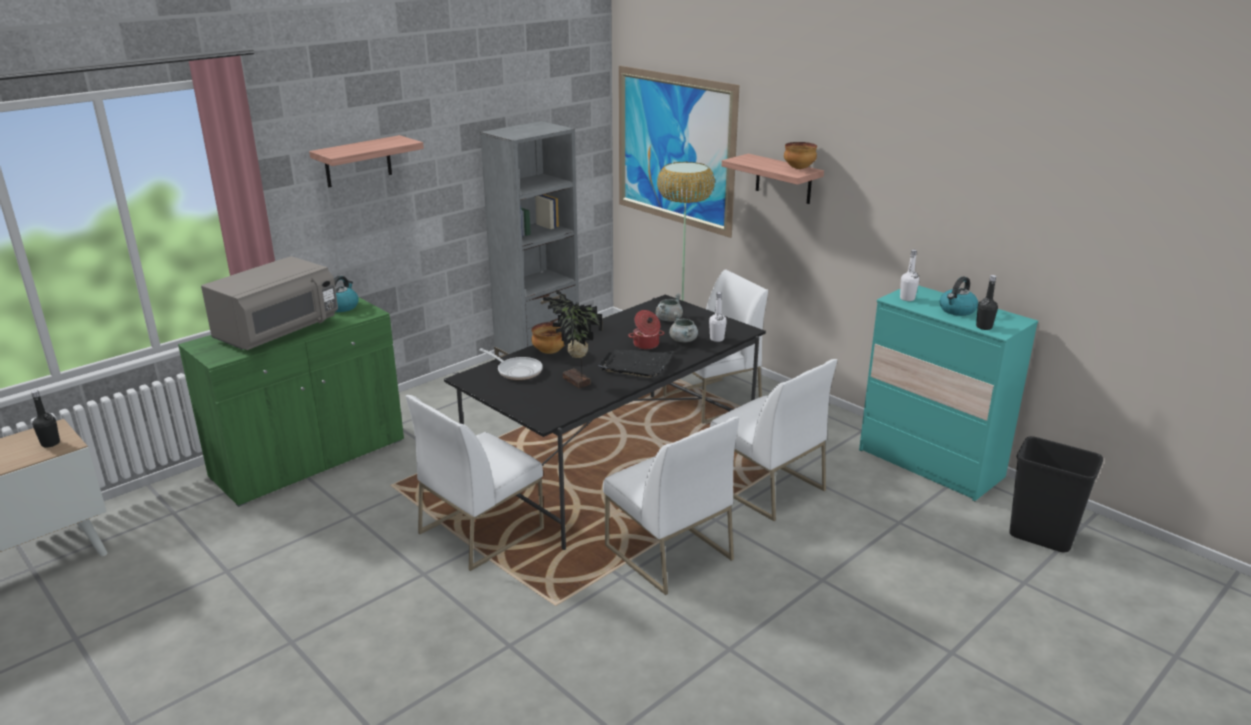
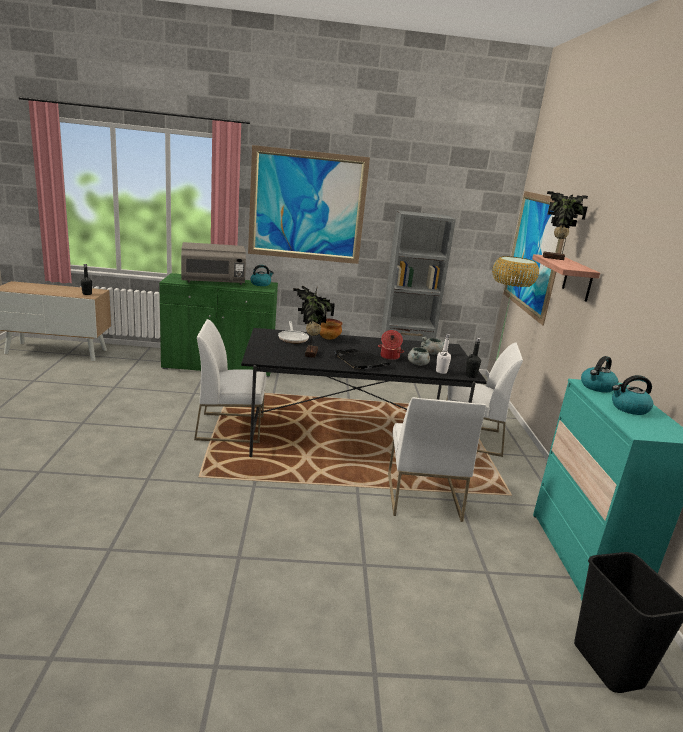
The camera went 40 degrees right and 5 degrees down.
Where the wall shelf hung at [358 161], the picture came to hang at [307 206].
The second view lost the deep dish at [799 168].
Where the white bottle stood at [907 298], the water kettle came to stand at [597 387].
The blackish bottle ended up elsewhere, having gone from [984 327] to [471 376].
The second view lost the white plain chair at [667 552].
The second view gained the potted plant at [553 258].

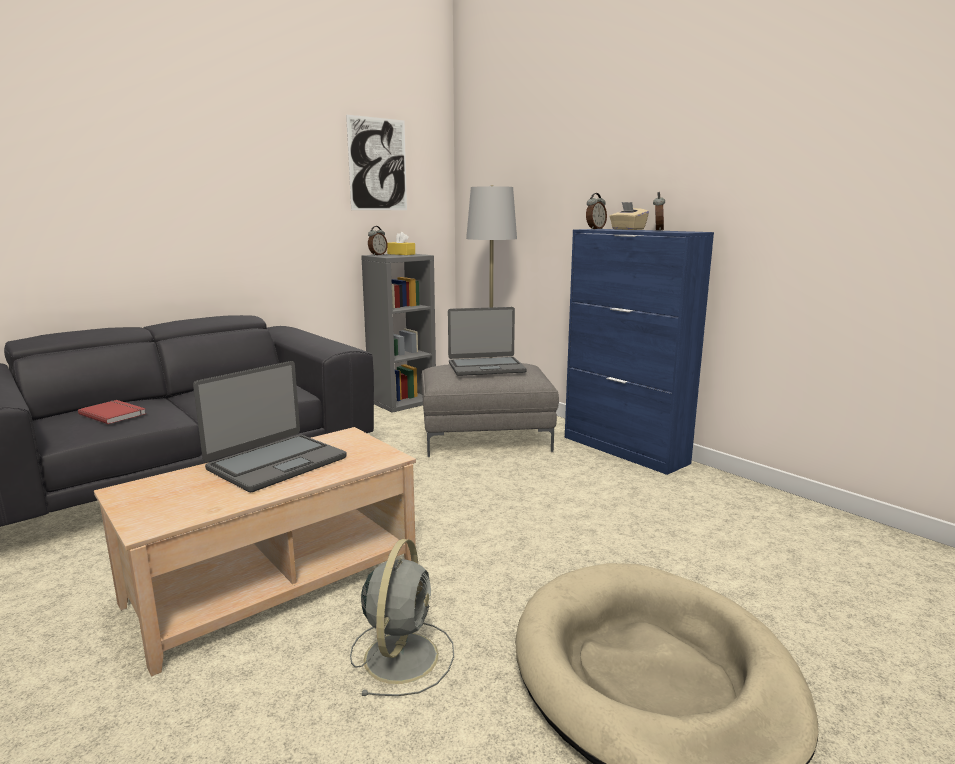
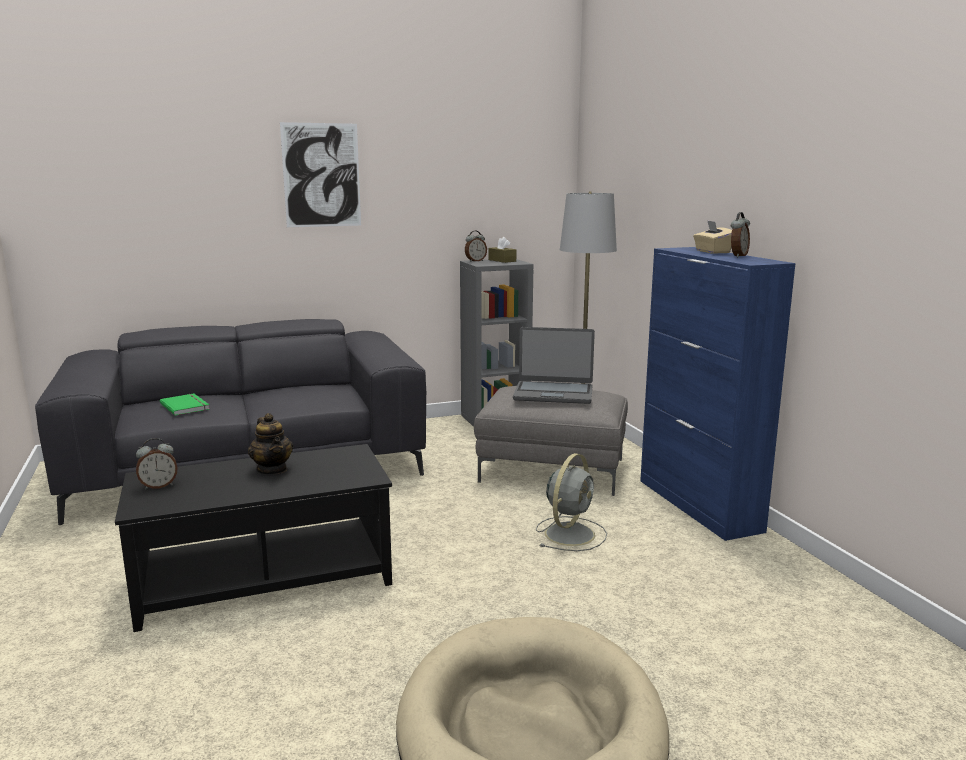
The camera went 20 degrees right and 0 degrees up.
The picture ended up elsewhere, having gone from [378 164] to [321 175].
The table clock ended up elsewhere, having gone from [595 229] to [159 486].
What was the yellow tissue holder at [401 254] turned into the brown tissue holder at [502 260].
Where the laptop stood at [276 463], the teapot came to stand at [272 469].
What was the red volume at [114 414] turned into the green volume at [186 406].
What was the beige coffee table at [274 581] turned into the blackish coffee table at [265 576].
The gray electric fan ended up elsewhere, having gone from [402 655] to [570 533].

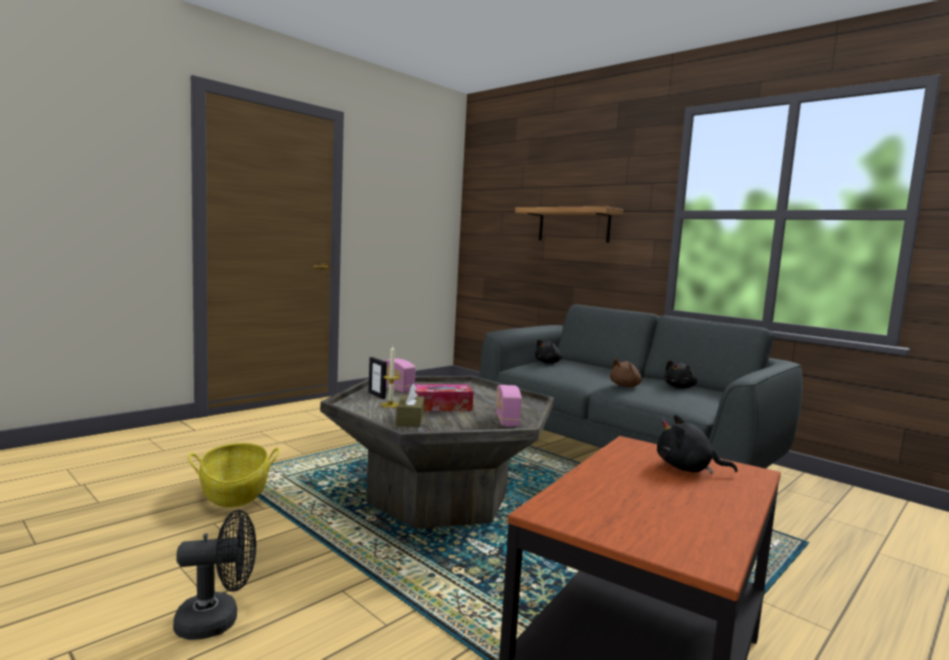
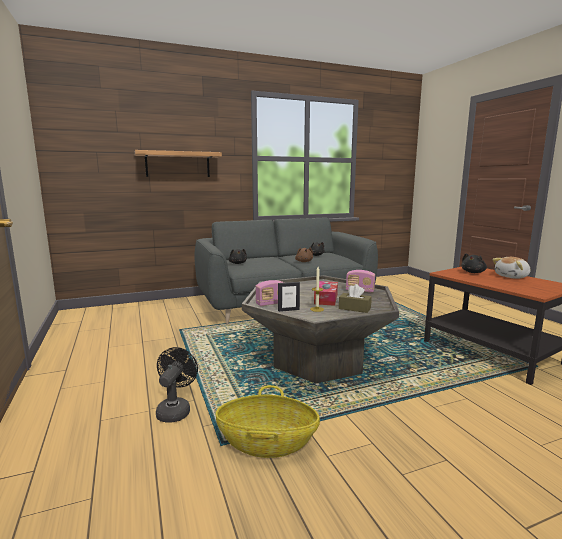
The camera went 65 degrees left and 5 degrees up.
The blackish electric fan ended up elsewhere, having gone from [218 620] to [175 410].
The second view gained the soft toy at [512 277].

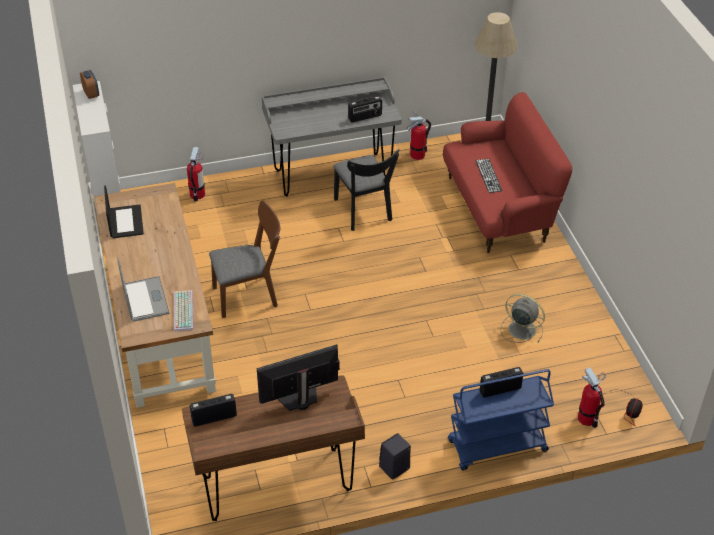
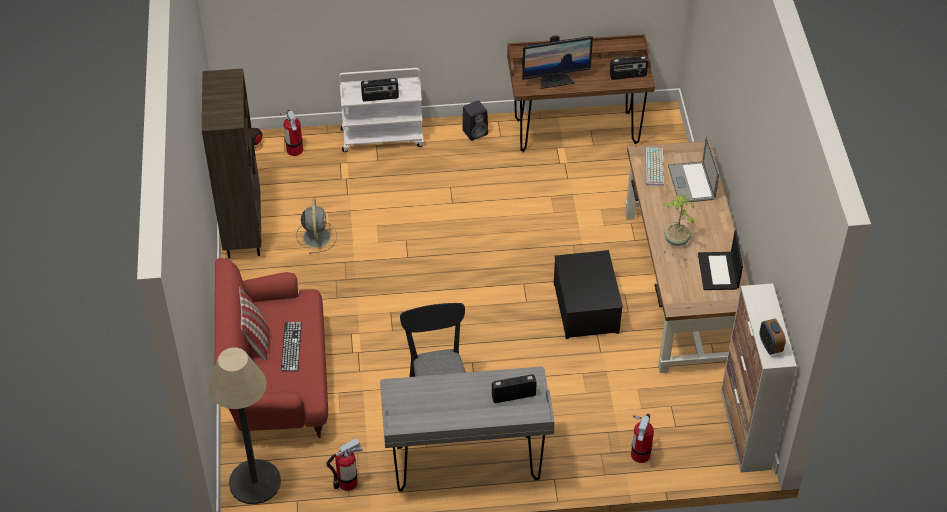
The camera went 170 degrees left and 5 degrees up.
The radio receiver ended up elsewhere, having gone from [365 117] to [513 395].
Where the brown plain chair stood at [250 295], the storage container came to stand at [585 307].
The gray electric fan at [521 329] ended up facing another way, 135 degrees counterclockwise from before.
What was the blue trolley at [496 447] turned into the white trolley at [383 137].
The second view gained the brown bookcase at [242 232].
The second view gained the potted plant at [676 240].
The second view gained the throw pillow at [256 339].

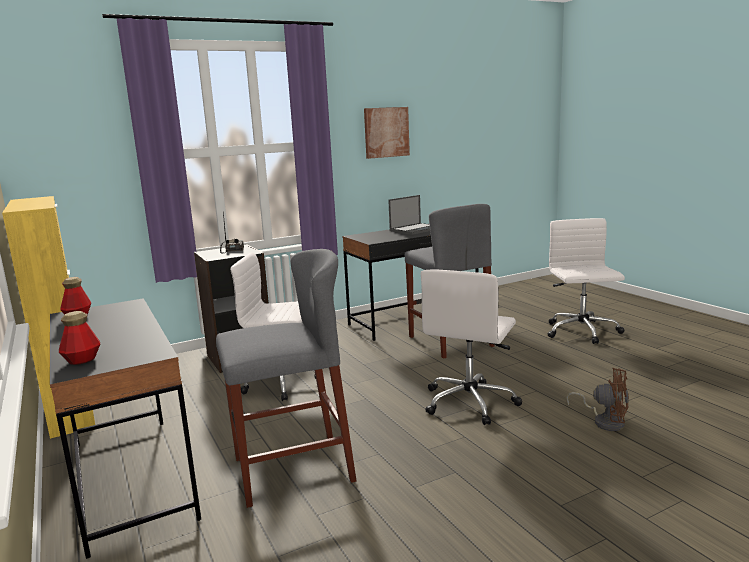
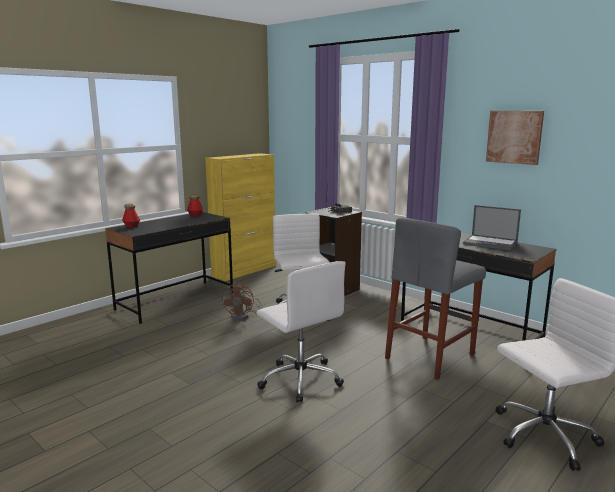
The camera went 70 degrees right and 0 degrees up.
The second view lost the gray stool at [293 469].
The white desk chair at [470 402] ended up facing another way, 135 degrees counterclockwise from before.
The brown electric fan ended up elsewhere, having gone from [605 421] to [243 316].

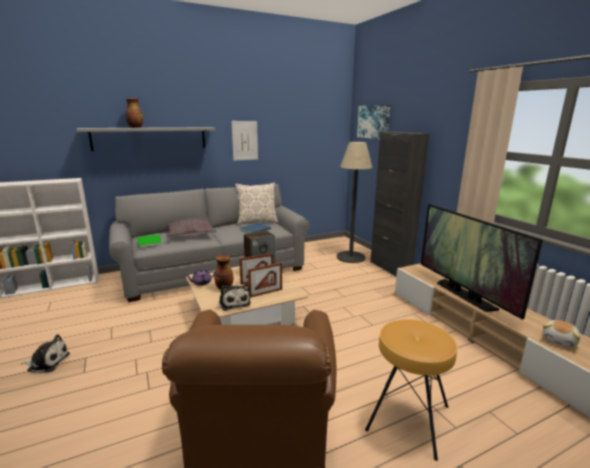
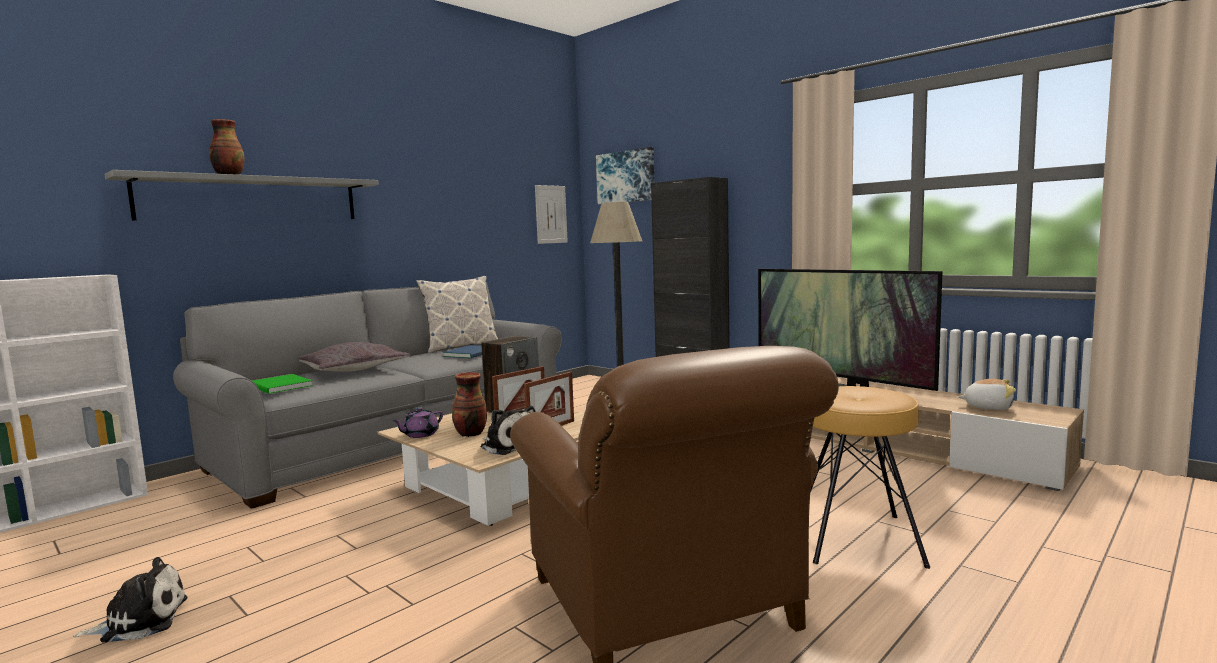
The camera went 20 degrees left and 10 degrees down.
The picture ended up elsewhere, having gone from [245 140] to [551 214].
The soft toy at [560 340] ended up facing another way, 90 degrees counterclockwise from before.

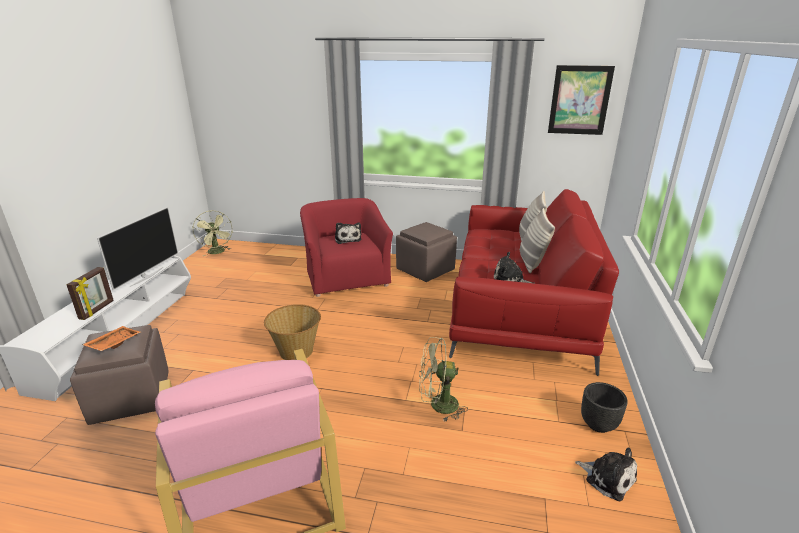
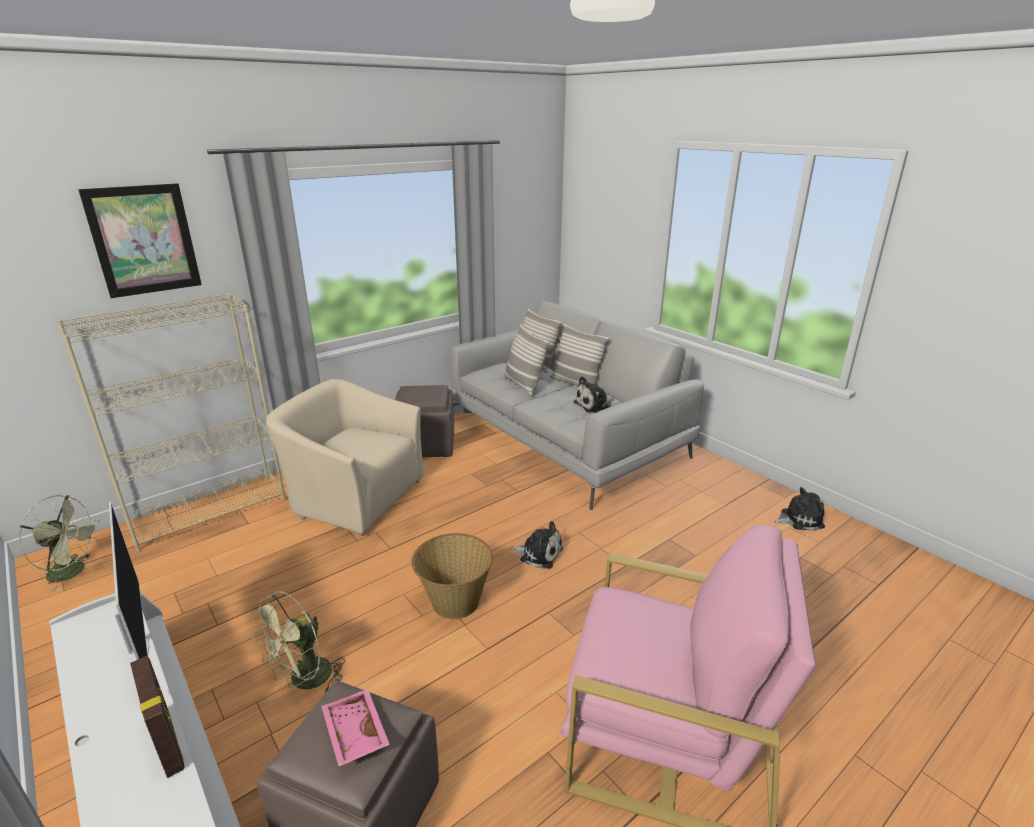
The camera went 50 degrees left and 0 degrees up.
The picture ended up elsewhere, having gone from [579 100] to [144 240].
What was the red settee at [518 309] turned into the gray settee at [565 439].
What was the red lounge chair at [346 277] turned into the beige lounge chair at [355 497].
The soft toy ended up elsewhere, having gone from [347 239] to [538 553].
What was the orange-coloured serving tray at [113 343] turned into the pink serving tray at [353 734].
The green electric fan ended up elsewhere, having gone from [438 405] to [304 681].
The second view lost the blackish flower pot at [599 425].
The second view gained the beige bookcase at [210 511].
The second view gained the throw pillow at [523 385].

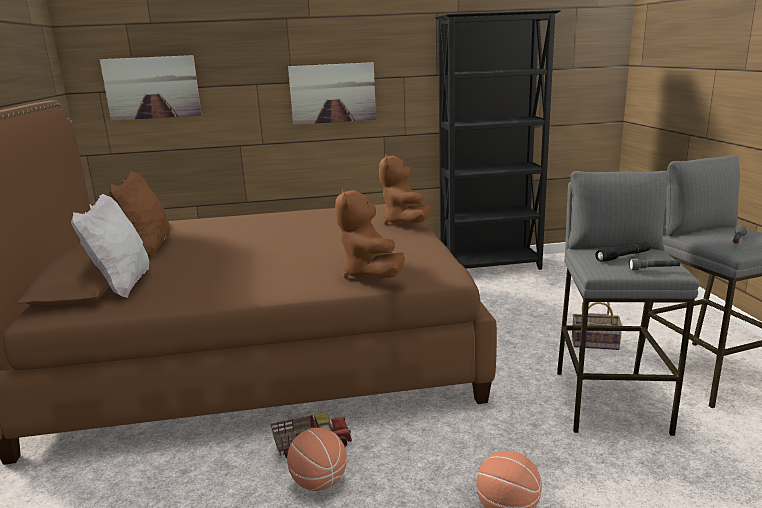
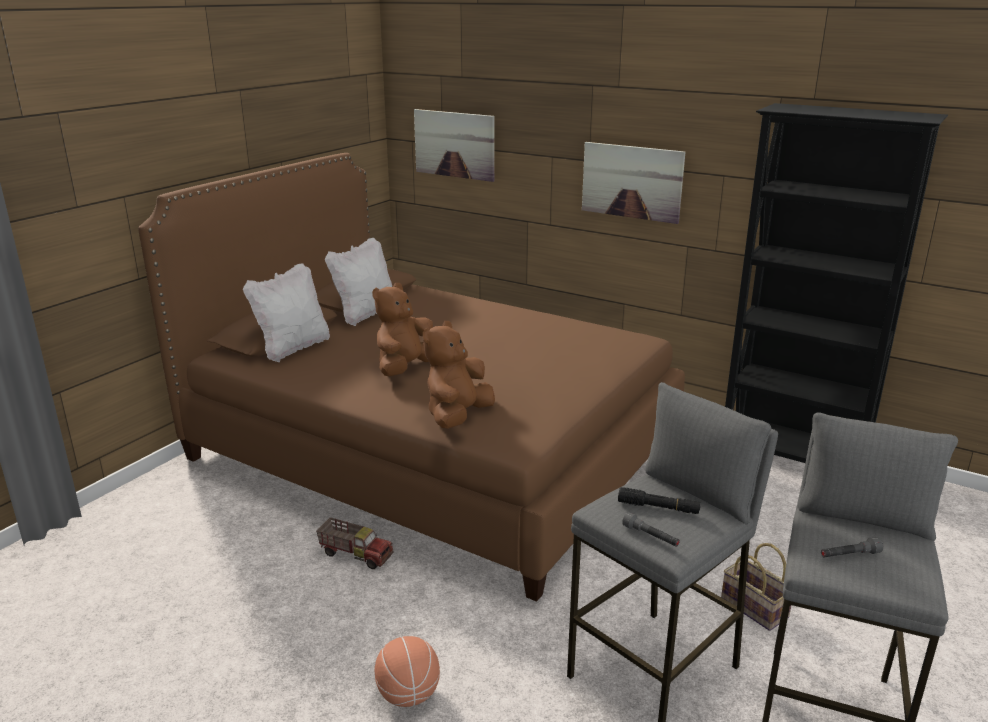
The camera went 40 degrees right and 5 degrees up.
The brown soft toy ended up elsewhere, having gone from [405 222] to [405 369].
What was the brown throw pillow at [148 247] turned into the white throw pillow at [365 315].
The second view lost the ball for basketball at [319 482].

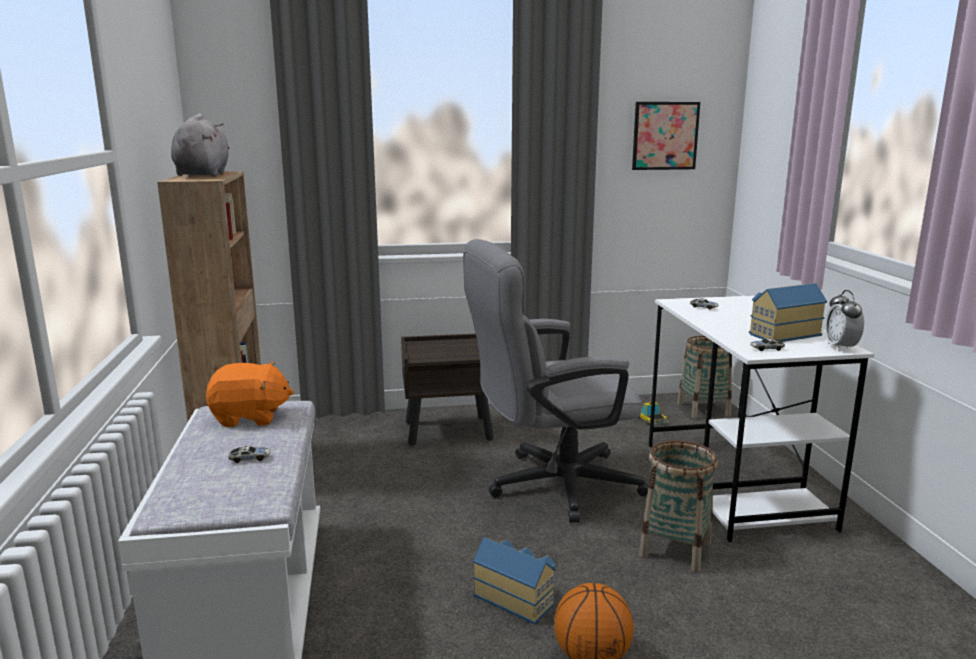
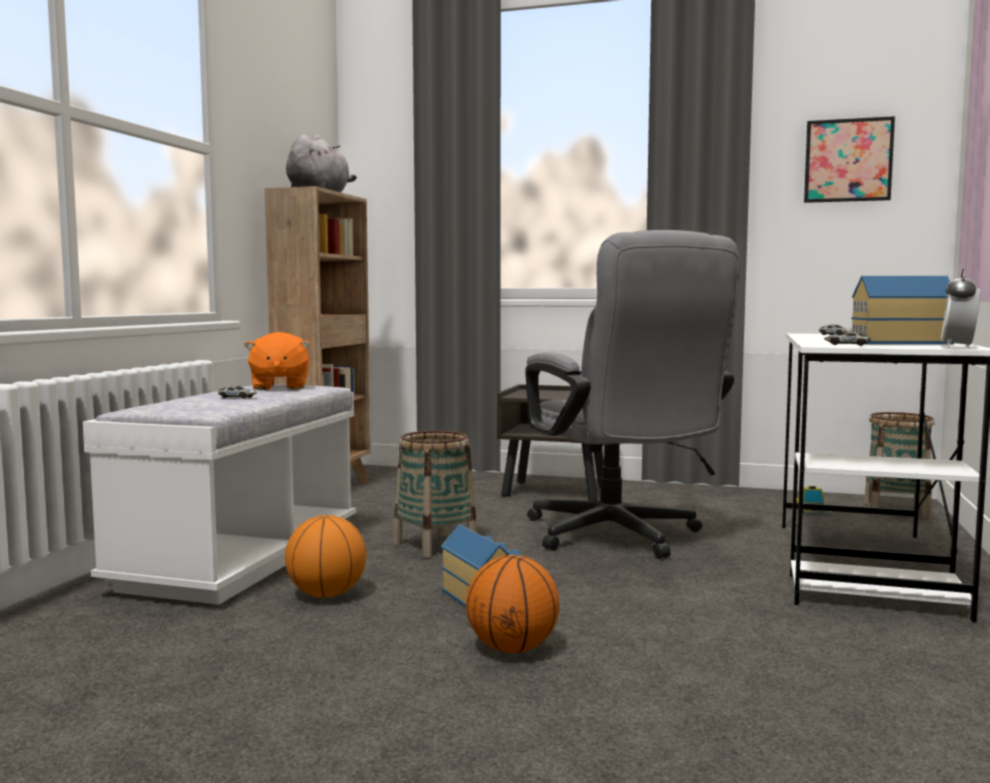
The camera went 25 degrees right and 10 degrees down.
The gray desk chair at [550 486] ended up facing another way, 120 degrees counterclockwise from before.
The orange-coloured soft toy at [250 417] ended up facing another way, 60 degrees clockwise from before.
The storage basket ended up elsewhere, having gone from [675 549] to [435 545].
The second view gained the ball for basketball at [326 594].

